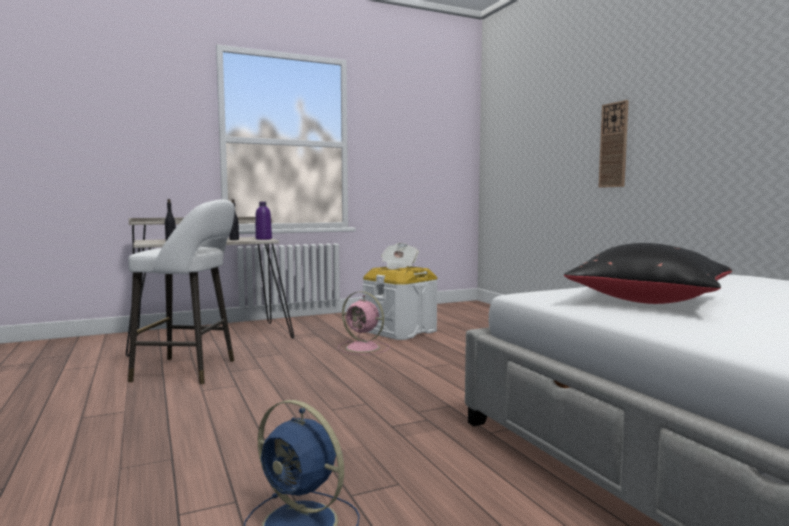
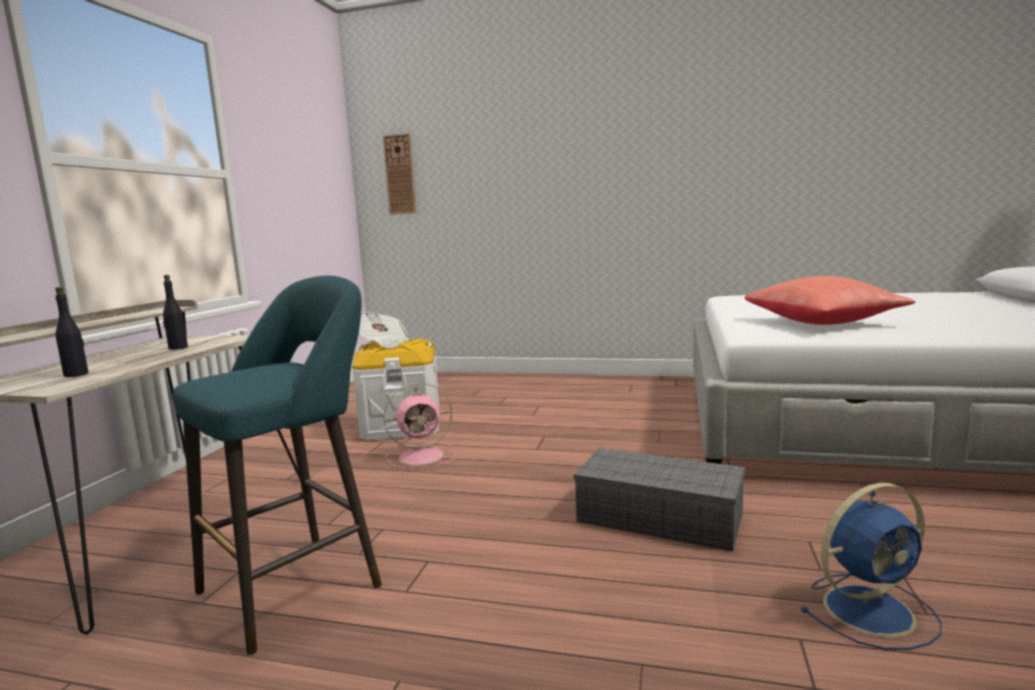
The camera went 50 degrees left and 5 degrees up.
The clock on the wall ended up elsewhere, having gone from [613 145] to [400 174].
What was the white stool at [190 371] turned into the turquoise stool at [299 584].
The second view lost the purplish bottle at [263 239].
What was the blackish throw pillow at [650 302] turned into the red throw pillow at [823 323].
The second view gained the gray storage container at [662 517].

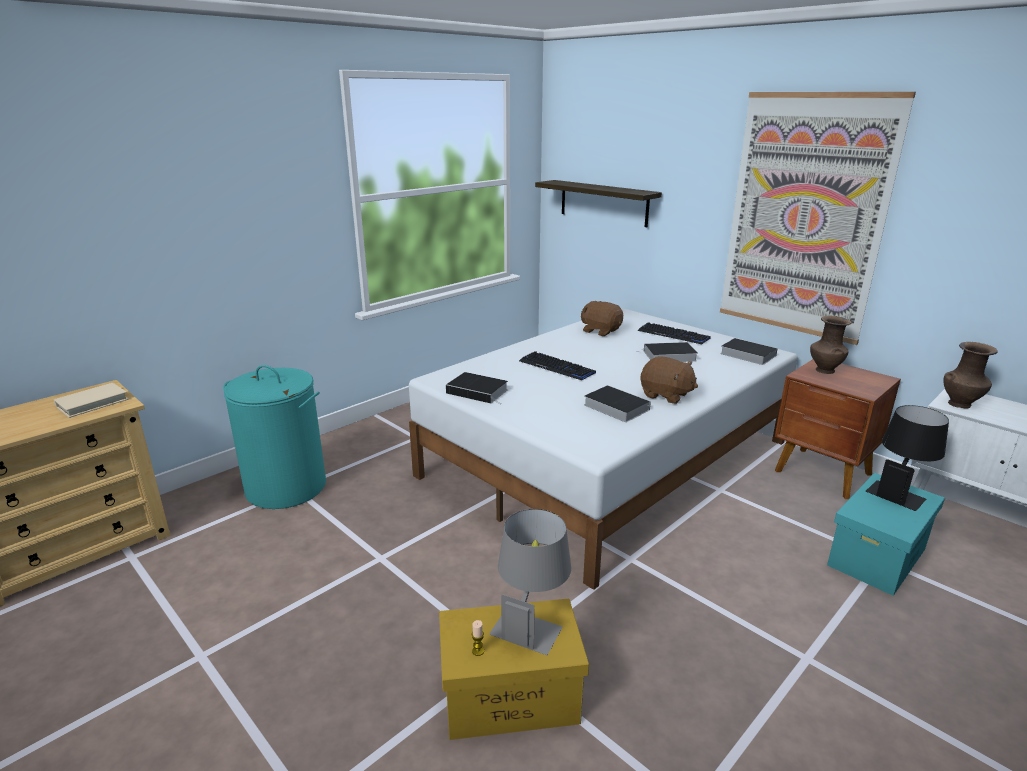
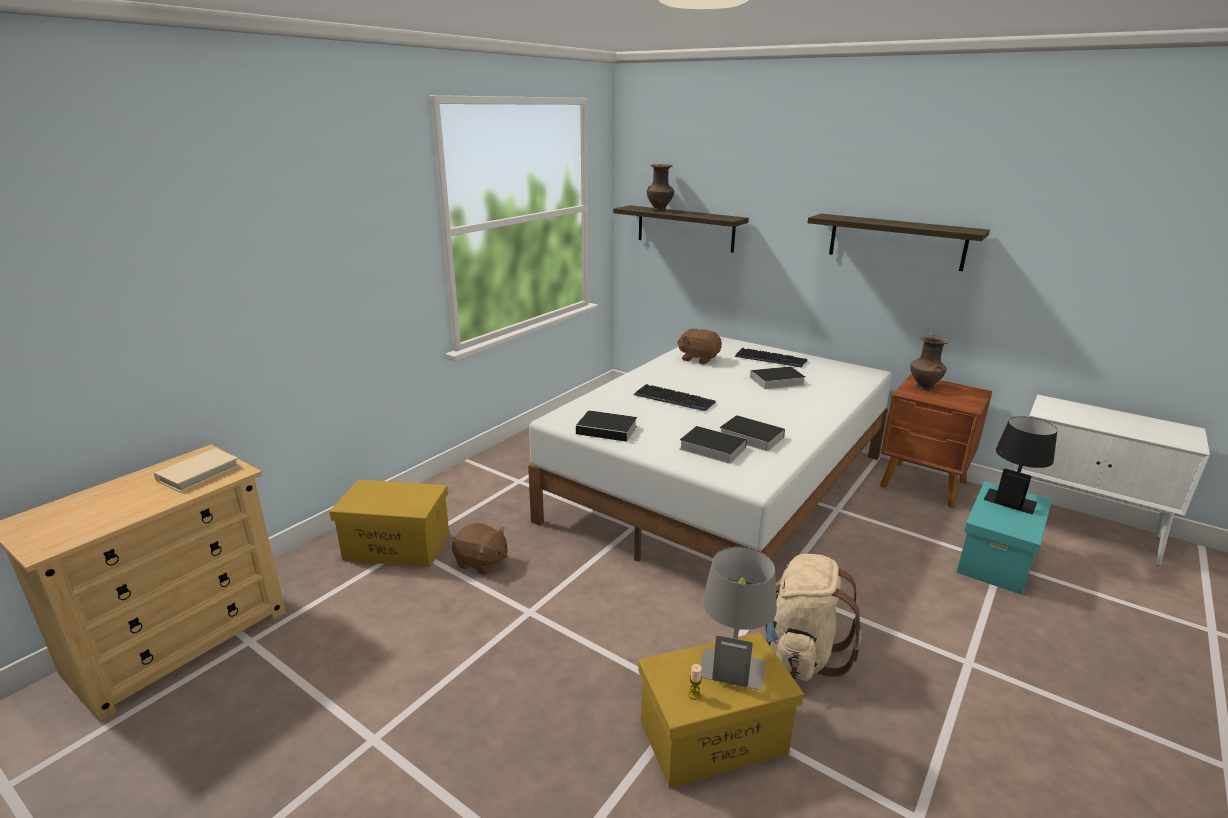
The camera went 10 degrees left and 0 degrees up.
Where the picture hung at [804 217], the wall shelf came to hang at [896 241].
The volume ended up elsewhere, having gone from [746 354] to [710 448].
The brown decorative vase ended up elsewhere, having gone from [960 404] to [660 210].
The brown soft toy ended up elsewhere, having gone from [666 395] to [481 562].
Where the turquoise laundry basket stood at [286 487], the yellow storage container came to stand at [398 546].
The second view gained the beige backpack at [800 654].

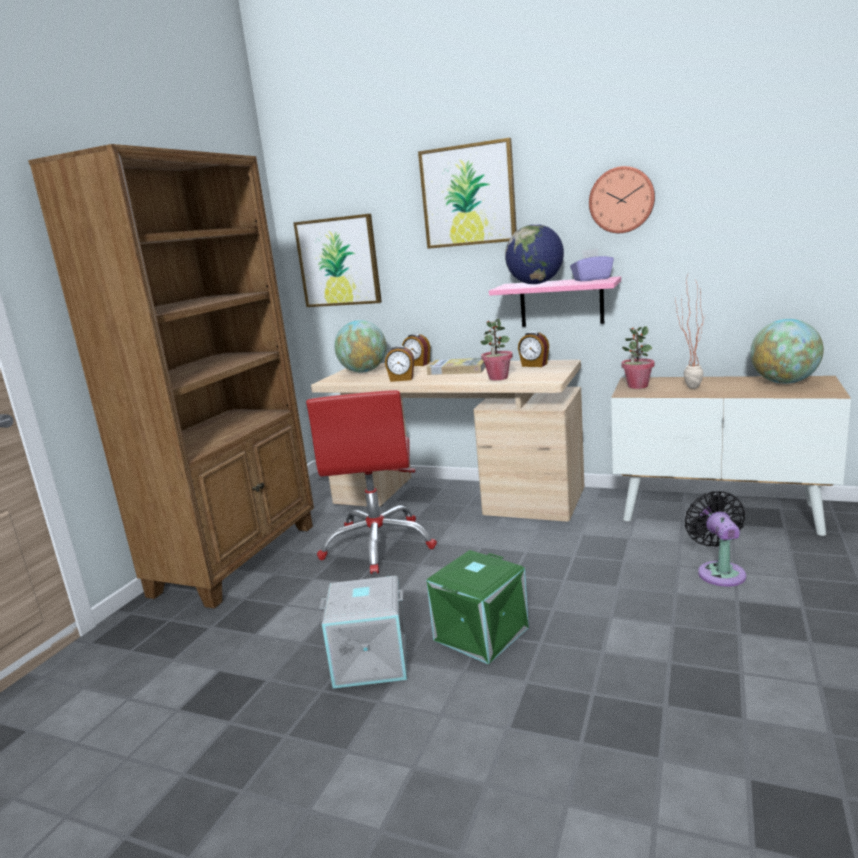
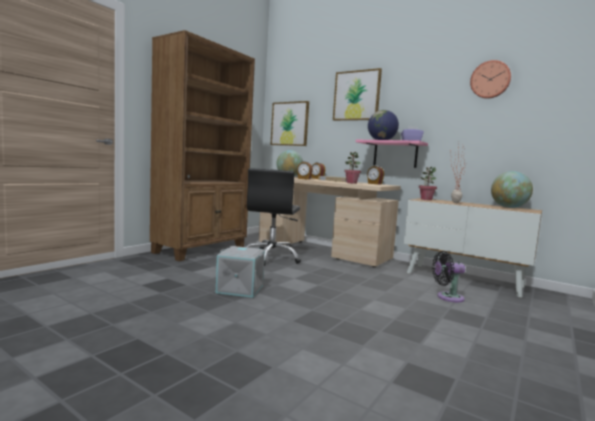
The camera went 10 degrees right and 10 degrees down.
The clock on the wall ended up elsewhere, having gone from [622 200] to [490 80].
What was the red desk chair at [378 545] turned into the blackish desk chair at [271 257].
The blackish electric fan at [719 572] ended up facing another way, 105 degrees counterclockwise from before.
The second view lost the green storage container at [482 635].

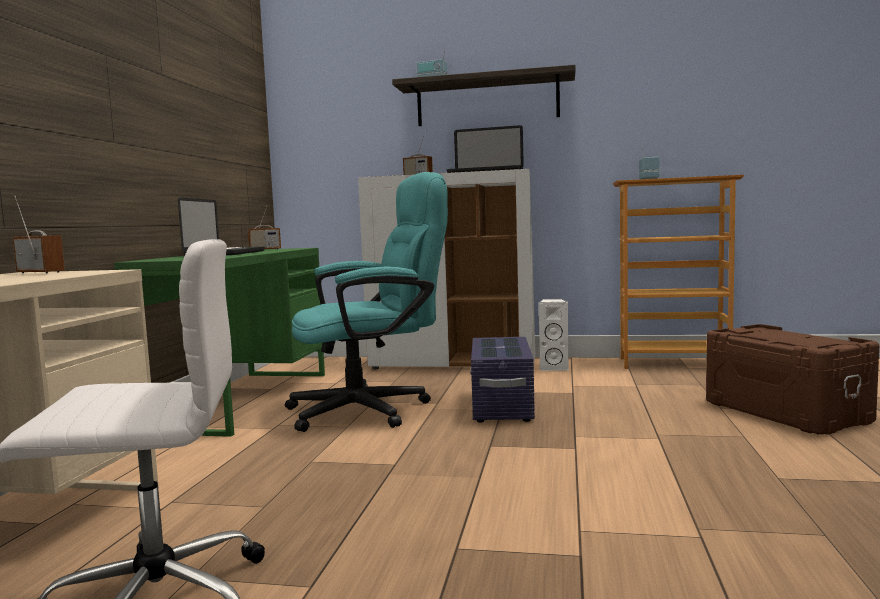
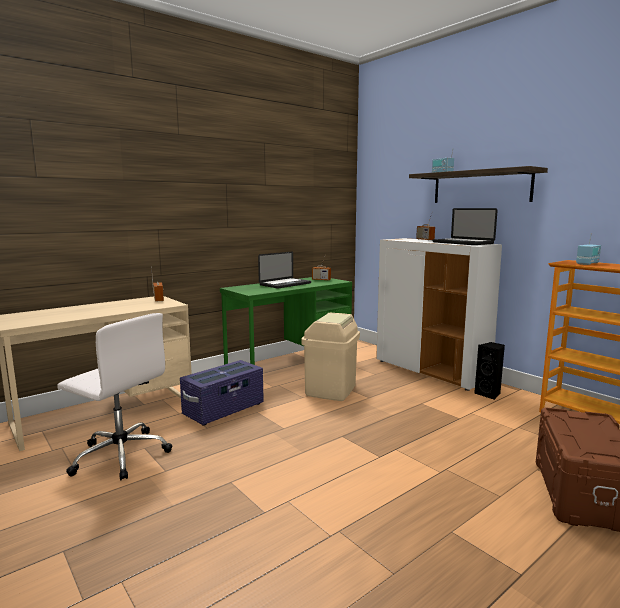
The camera went 40 degrees right and 5 degrees up.
Where the turquoise desk chair stood at [372 409], the beige rubbish bin came to stand at [331 390].
What was the white speaker at [554 368] turned into the blackish speaker at [489 394].
The purplish storage container ended up elsewhere, having gone from [502 406] to [224 409].

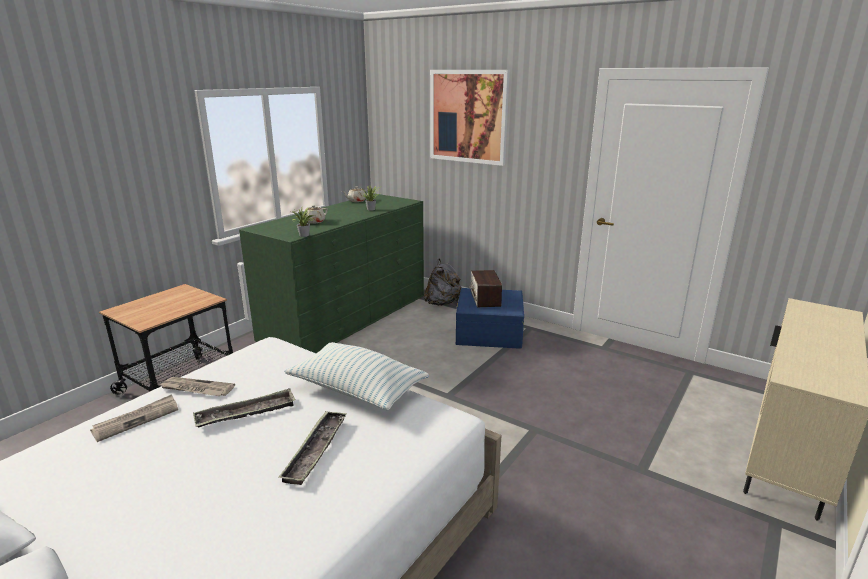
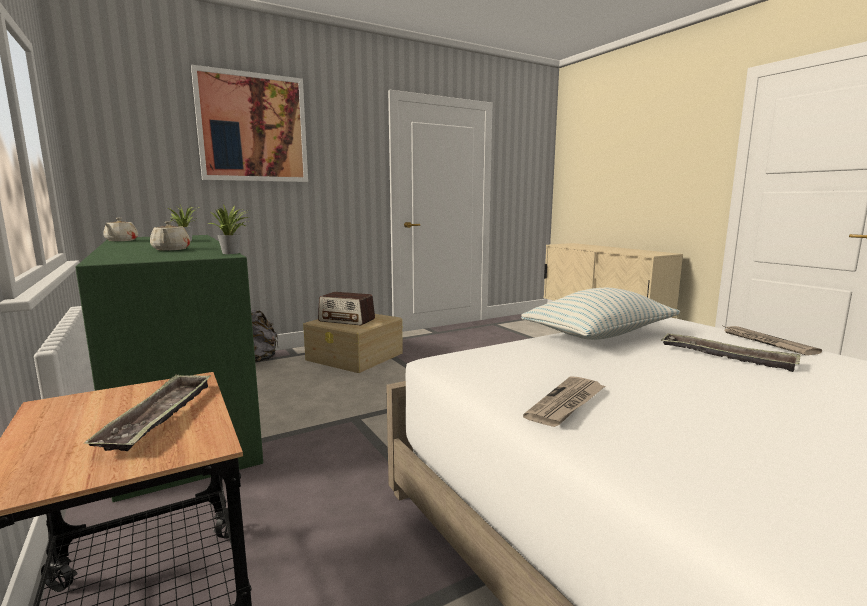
The camera went 65 degrees left and 10 degrees down.
What was the blue storage container at [489 332] turned into the beige storage container at [355 356].
The serving tray ended up elsewhere, having gone from [246 413] to [160 417].
The daily paper ended up elsewhere, having gone from [136 419] to [766 342].

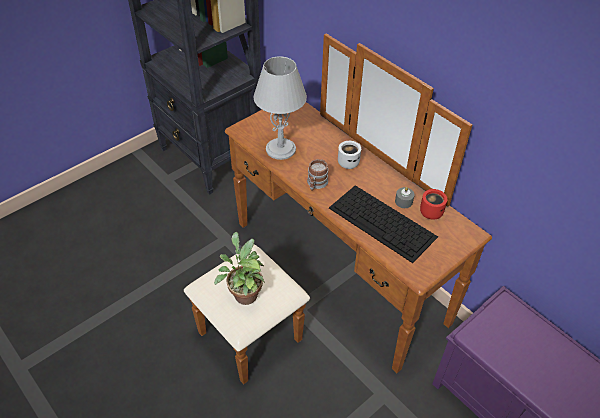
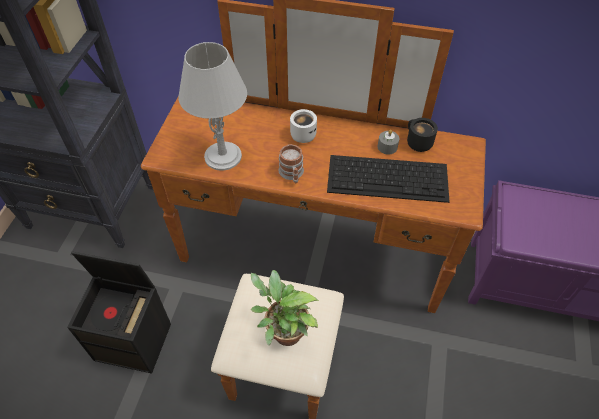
The camera went 35 degrees left and 5 degrees up.
What was the red coffee mug at [430 210] turned into the blackish coffee mug at [417 143].
The second view gained the blackish storage container at [135 341].

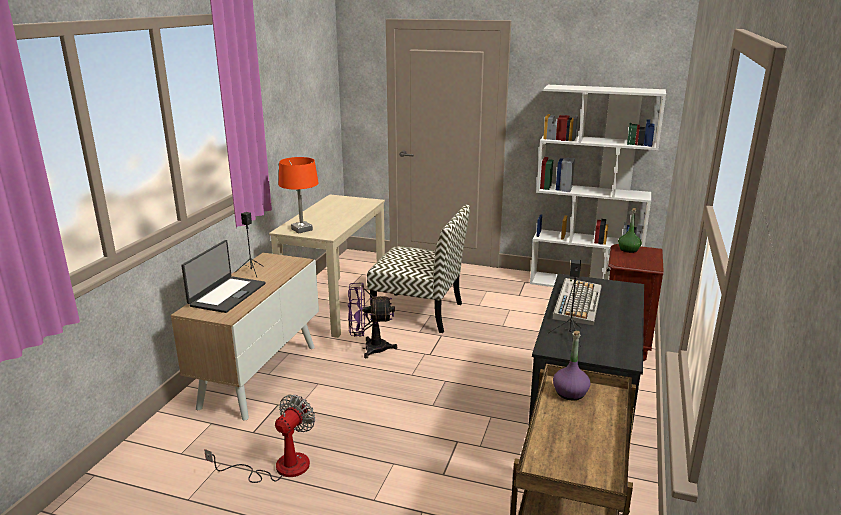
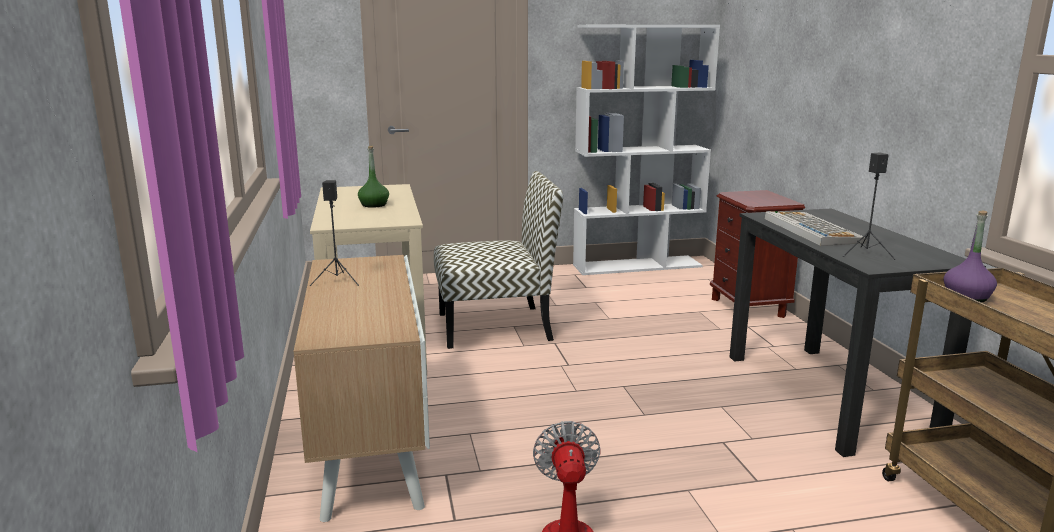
The camera went 30 degrees left and 5 degrees down.
The second view lost the orange-coloured lamp for a table at [302 229].
The green bottle ended up elsewhere, having gone from [628 249] to [374 205].
The second view lost the laptop at [227 294].
The second view lost the purplish electric fan at [369 348].

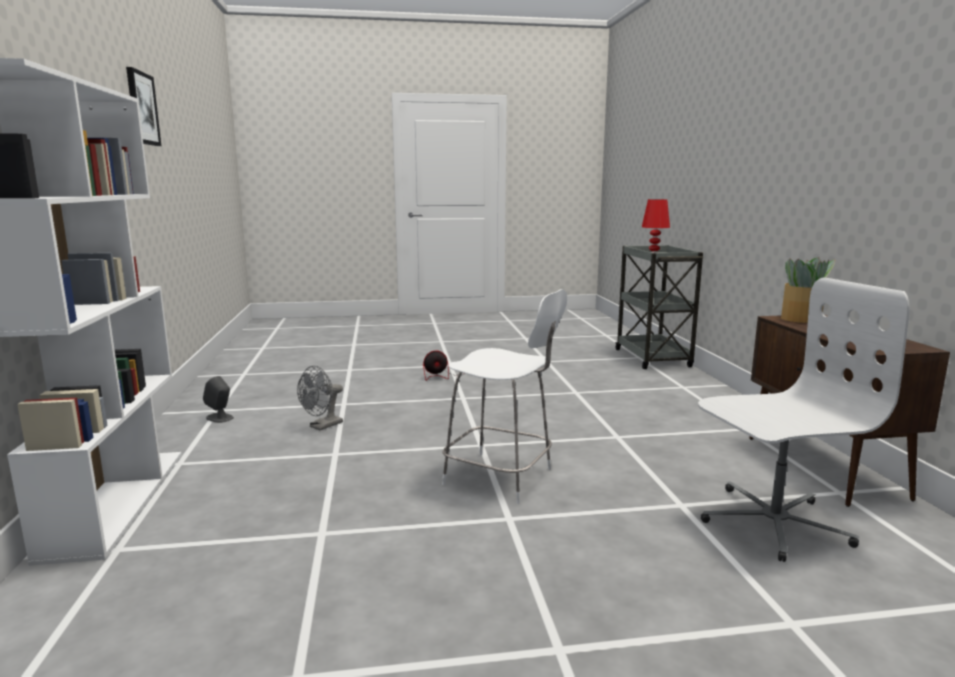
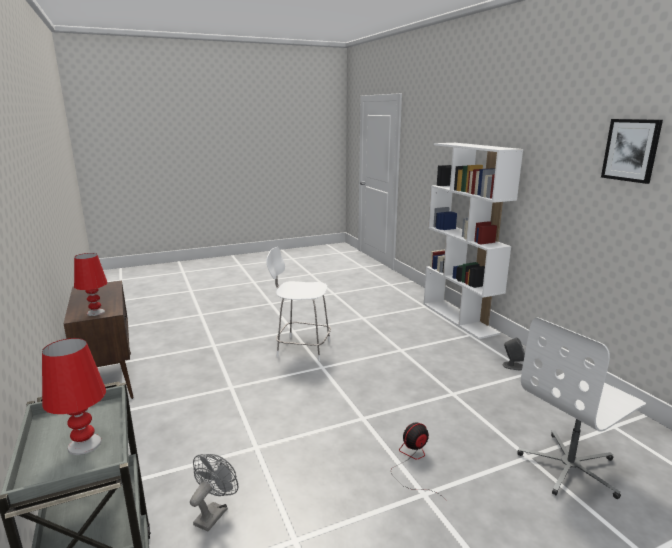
The camera went 165 degrees right and 5 degrees up.
Where the potted plant stood at [802 319], the red lamp for a table came to stand at [96 312].
The white desk chair ended up elsewhere, having gone from [772 522] to [570 467].
The gray electric fan ended up elsewhere, having gone from [322 426] to [214 513].

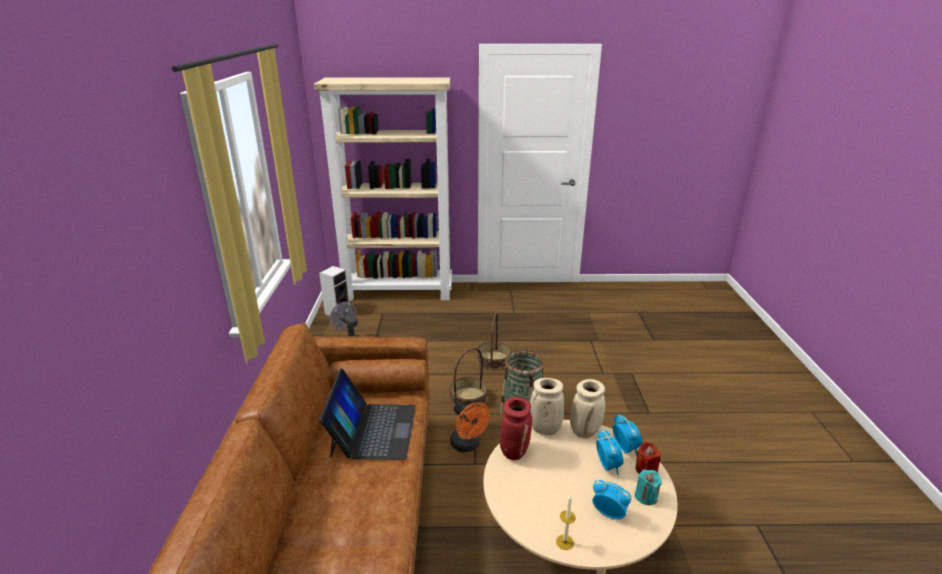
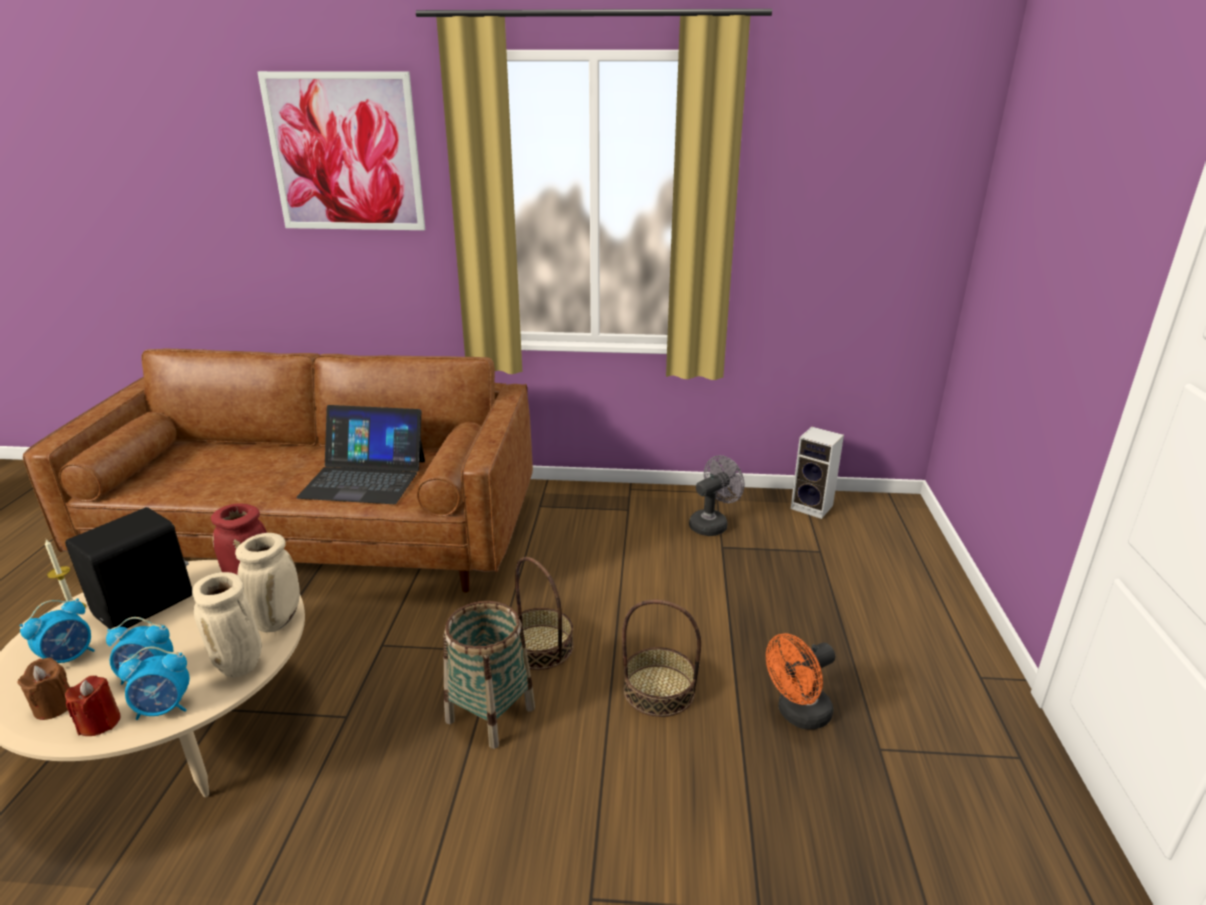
The camera went 95 degrees right and 0 degrees up.
The second view lost the beige bookcase at [399 292].
The orange-coloured electric fan ended up elsewhere, having gone from [468 445] to [798 715].
What was the turquoise candle at [646 496] turned into the brown candle at [54 706].
The second view gained the picture at [345 153].
The second view gained the blackish speaker at [147 606].

